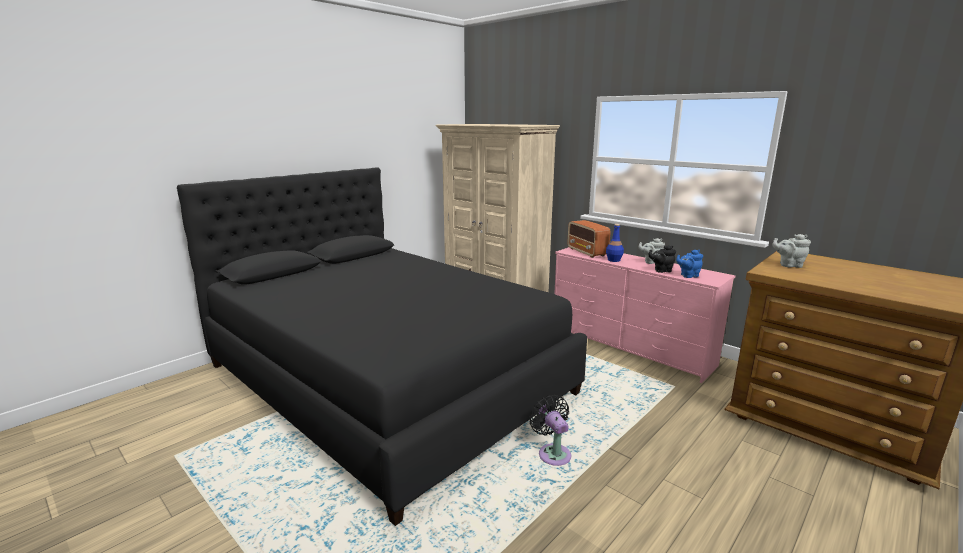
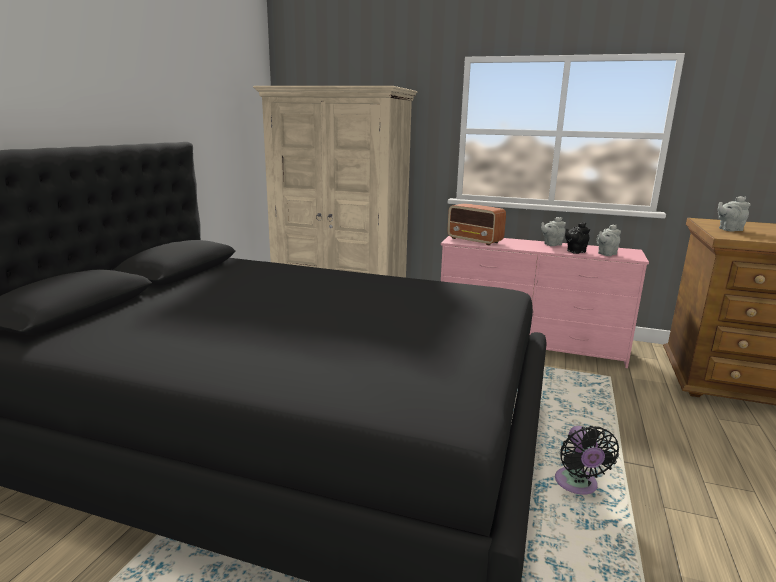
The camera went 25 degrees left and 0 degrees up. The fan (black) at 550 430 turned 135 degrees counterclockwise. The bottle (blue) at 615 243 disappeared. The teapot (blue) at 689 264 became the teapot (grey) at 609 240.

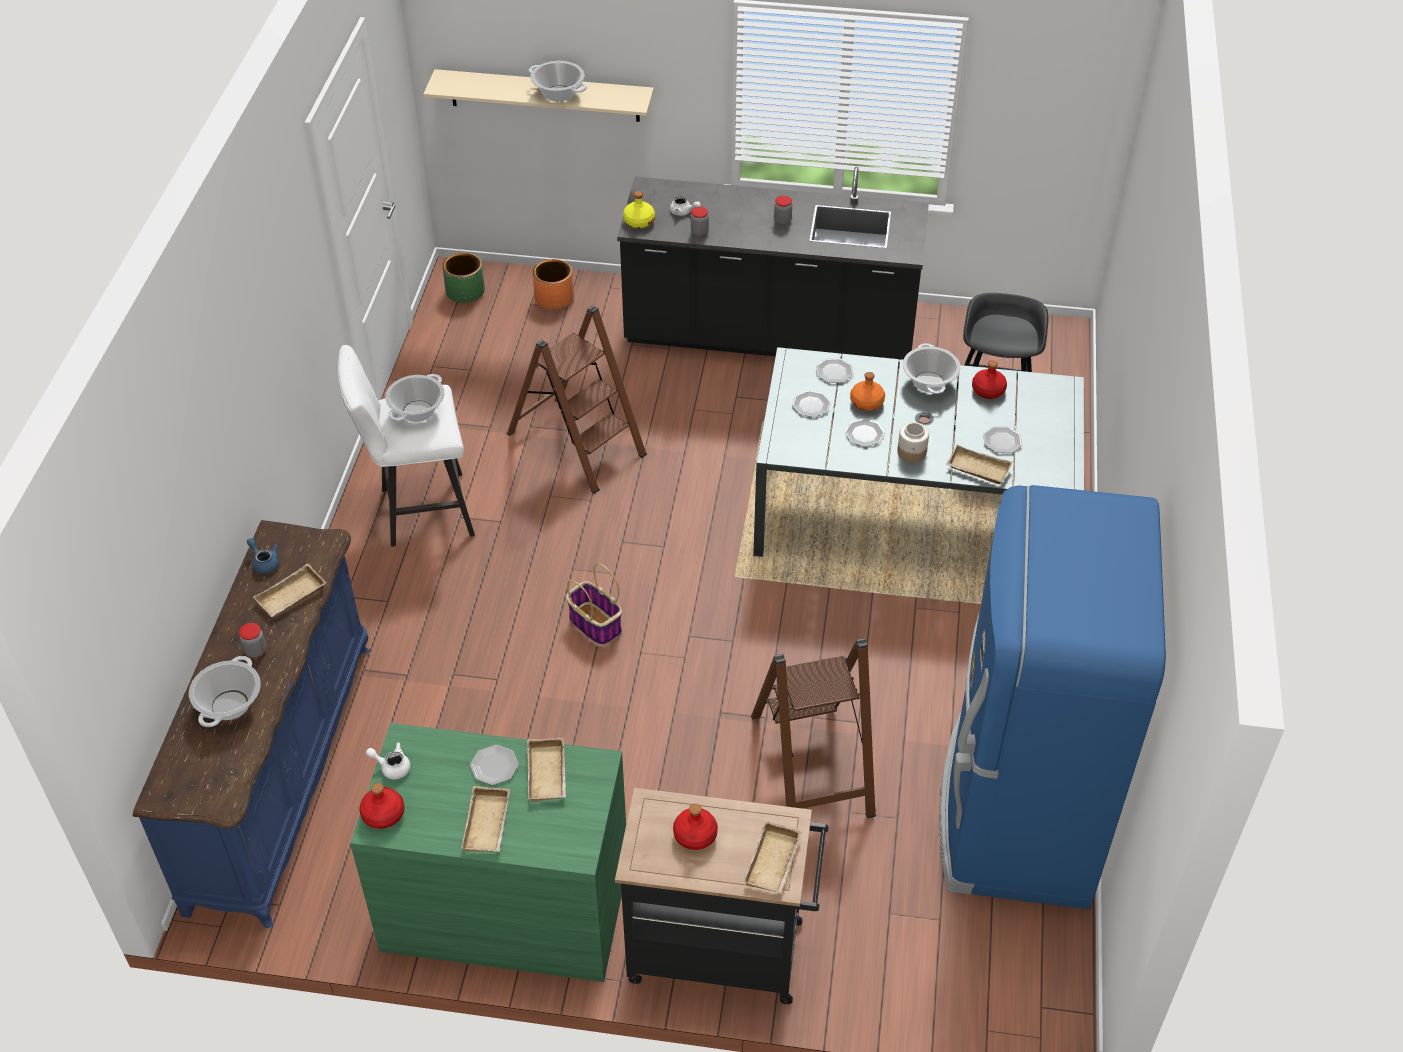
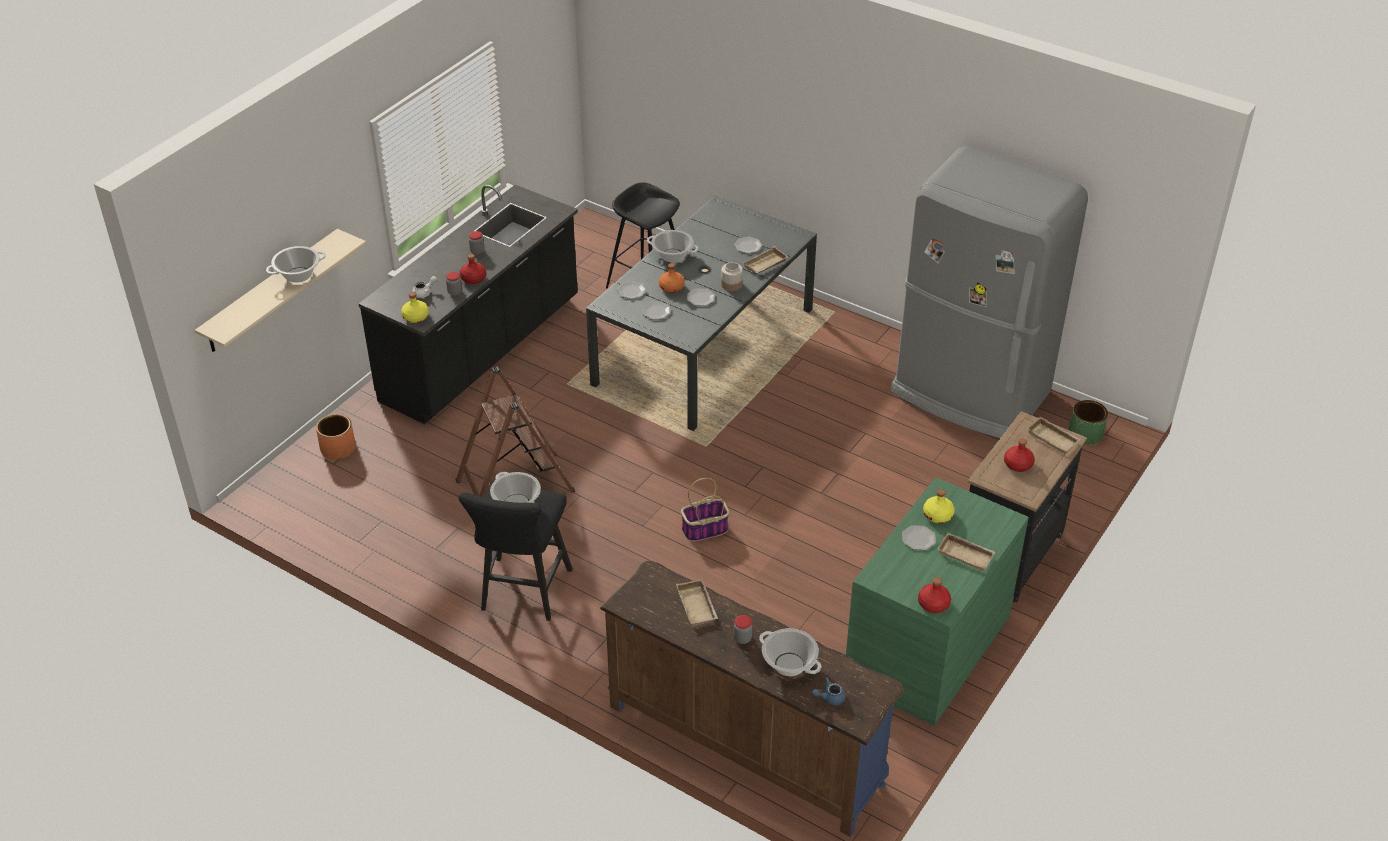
The camera went 65 degrees left and 5 degrees down. The teapot (blue) moved from 263 556 to 829 691. The stool (white) at 406 446 became the stool (black) at 516 552. The teapot (white) at 388 760 disappeared. The planter (green) moved from 463 278 to 1088 422. The tray (beige) at 546 770 was replaced by the bottle (yellow) at 939 506. The step ladder (brown) at 813 728 disappeared. The fridge (blue) at 1052 697 became the fridge (grey) at 989 292. The bottle (red) moved from 989 379 to 473 269.

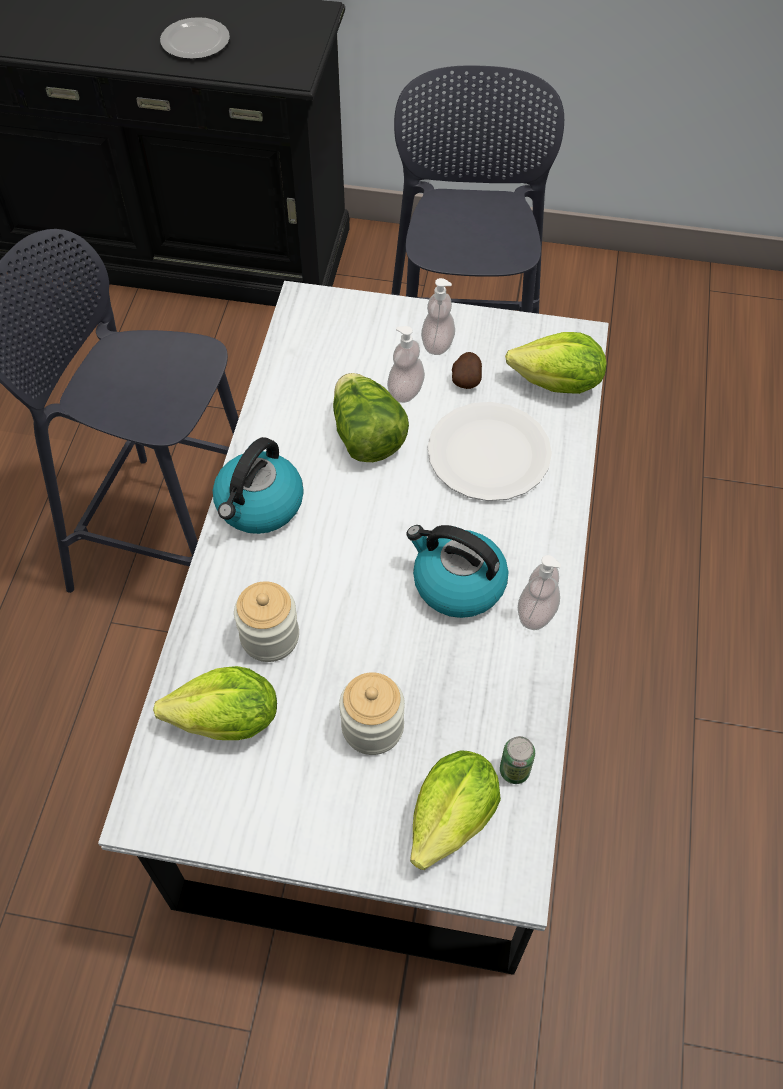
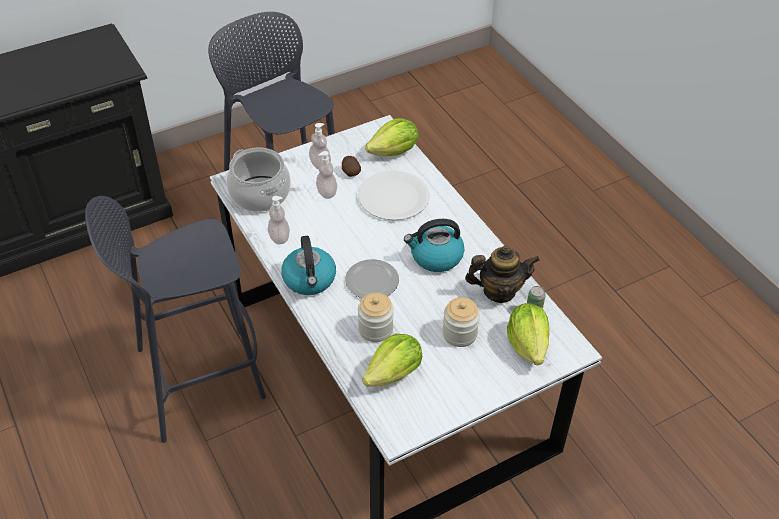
The camera went 40 degrees left and 10 degrees down. The plate moved from 195 38 to 372 278. The lettuce at 371 417 disappeared. The soap dispenser moved from 539 592 to 279 220. The cooking pot at 258 180 appeared. The teapot at 502 274 appeared.

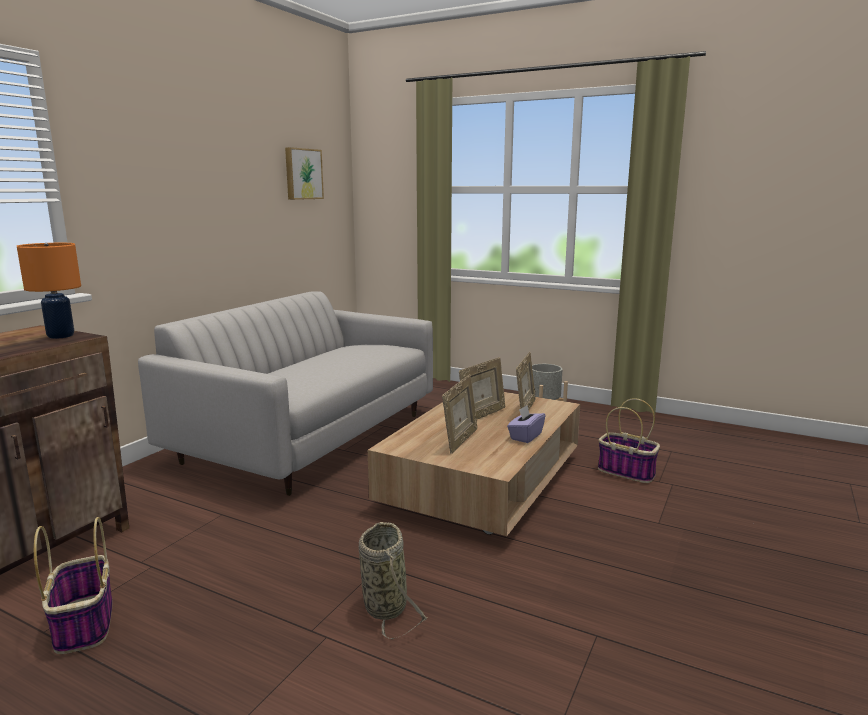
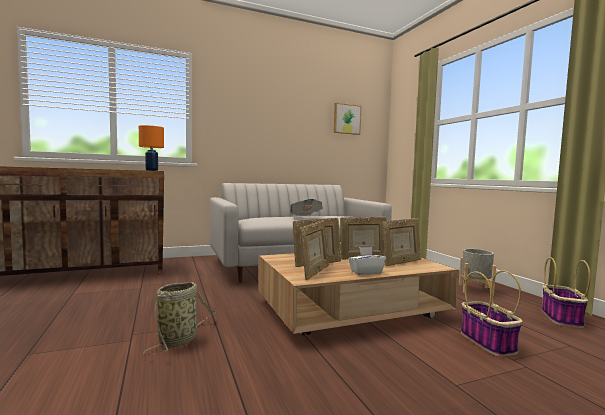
The camera went 40 degrees right and 10 degrees down. The basket moved from 73 585 to 566 292. The tissue box (purple) at 526 424 became the tissue box (white) at 367 261. The newspaper at 306 207 appeared. The picture frame at 314 250 appeared.

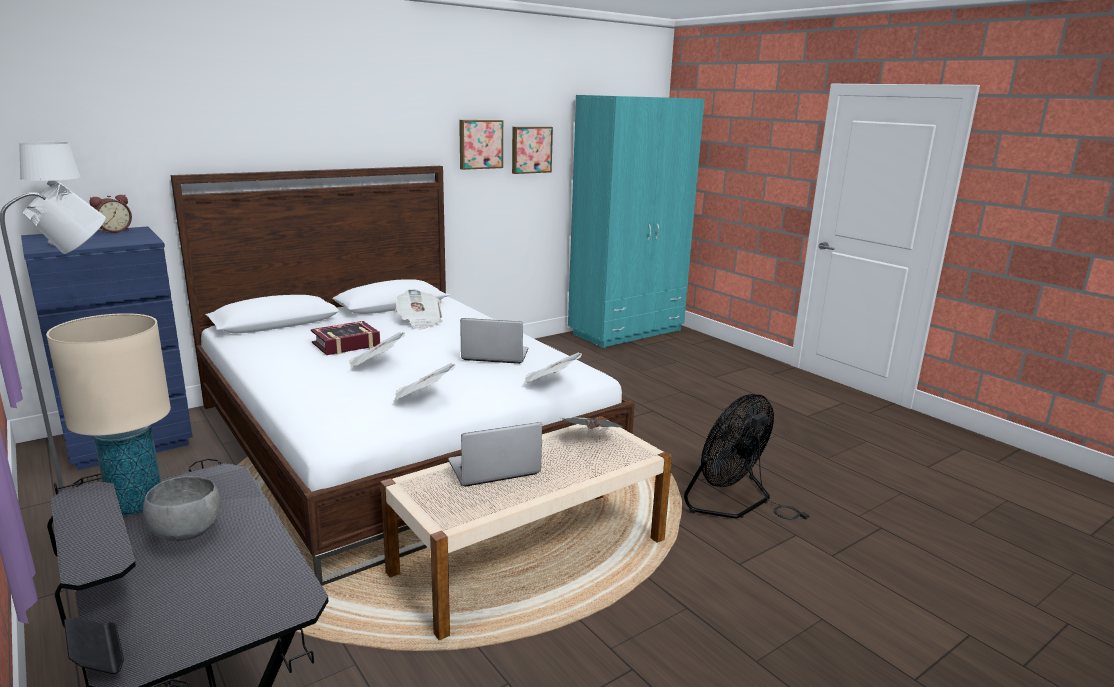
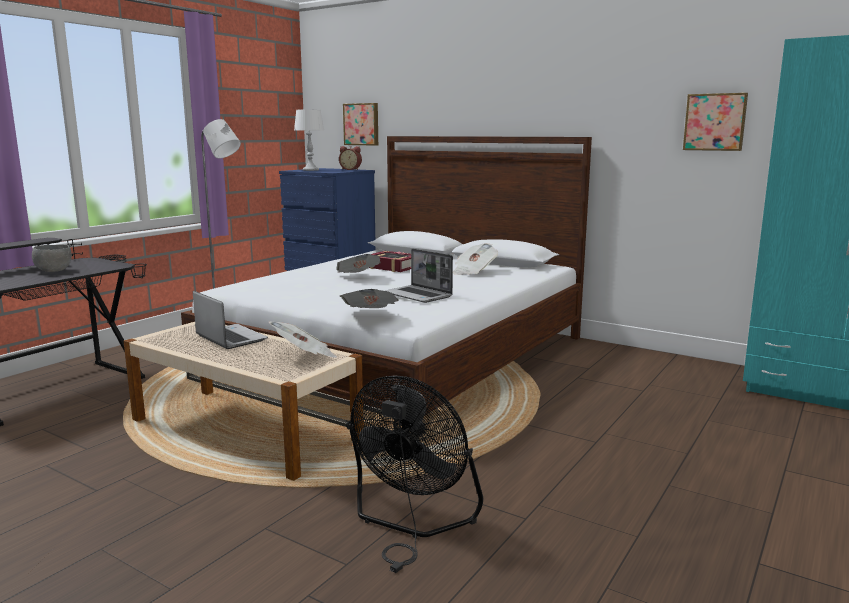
The camera went 70 degrees right and 5 degrees down. The table lamp (beige) at 108 414 disappeared. The newspaper at 424 382 disappeared. The picture moved from 481 145 to 360 124. The laptop at 494 341 turned 150 degrees clockwise.

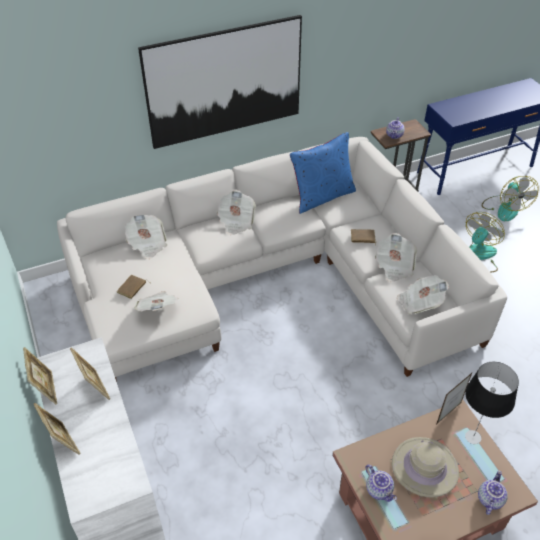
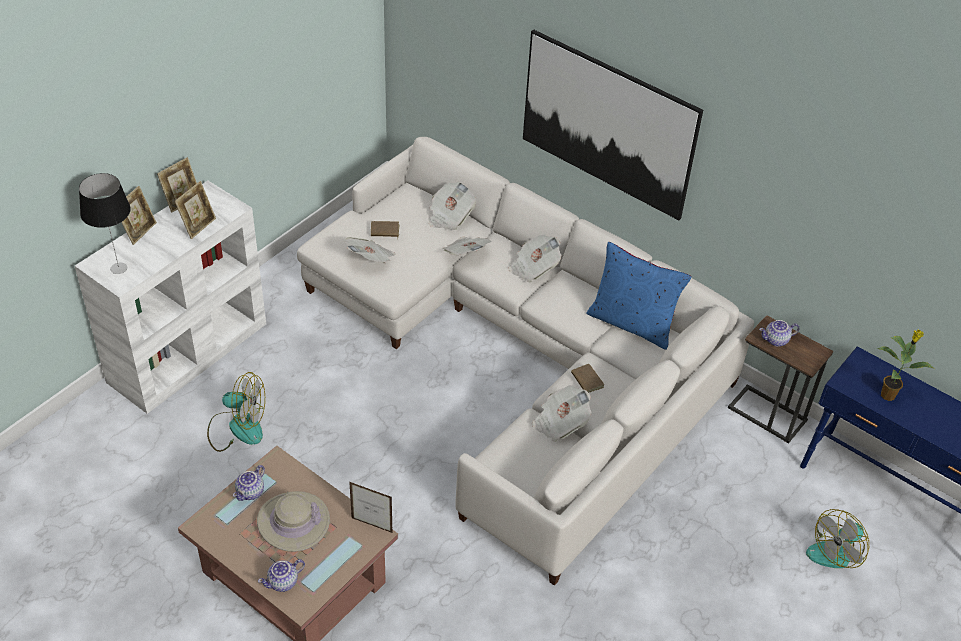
The camera went 60 degrees right and 0 degrees up. The newspaper moved from 422 295 to 466 246. The table lamp moved from 492 403 to 105 223. The fan moved from 485 242 to 236 412. The teapot at 493 492 turned 150 degrees clockwise. The potted plant at 905 365 appeared.

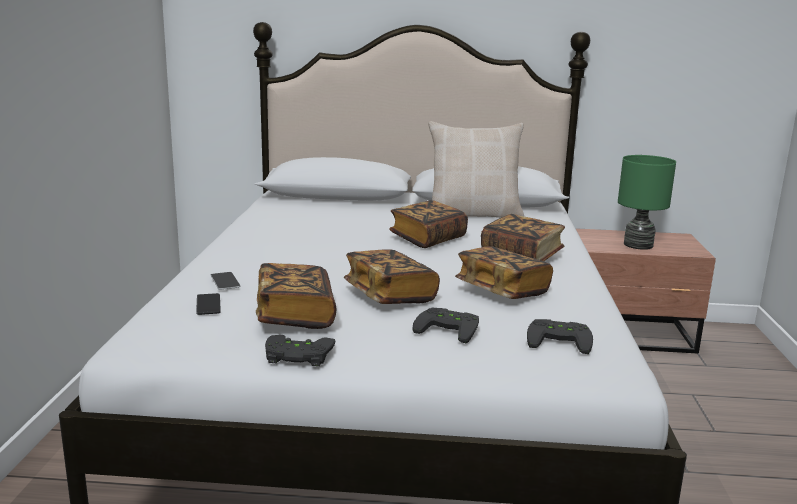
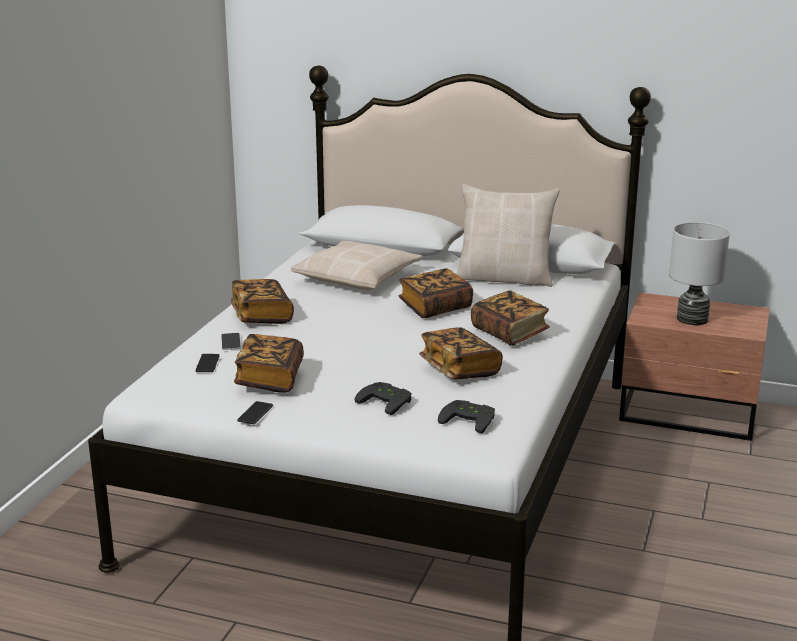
The camera went 15 degrees right and 5 degrees up. The game controller (black) at 300 350 was replaced by the phone at 255 412. The book moved from 392 276 to 262 301. The table lamp (green) at 647 202 became the table lamp (grey) at 699 273. The pillow (beige) at 357 265 appeared.

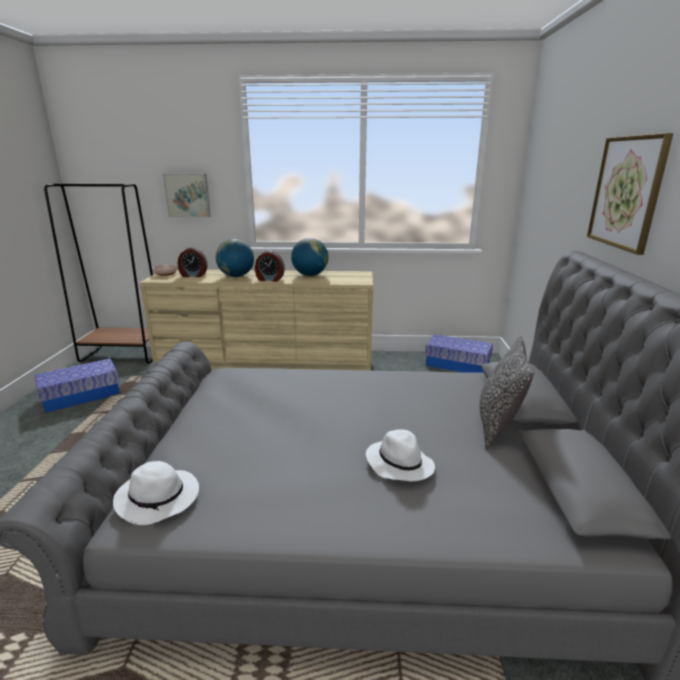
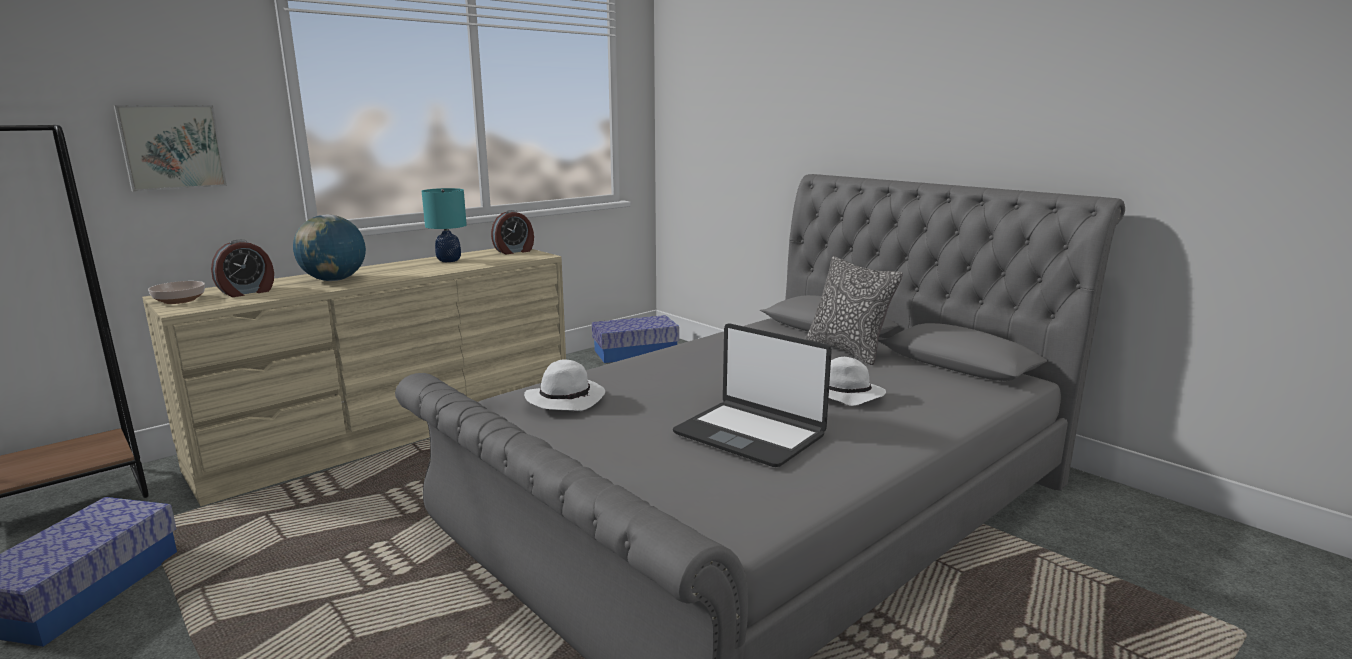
The camera went 45 degrees left and 5 degrees down. The hat (white) moved from 156 493 to 564 385. The alarm clock moved from 270 266 to 512 232. The globe at 310 257 was replaced by the table lamp (turquoise) at 444 225. The picture at 630 194 disappeared. The laptop at 752 395 appeared.

